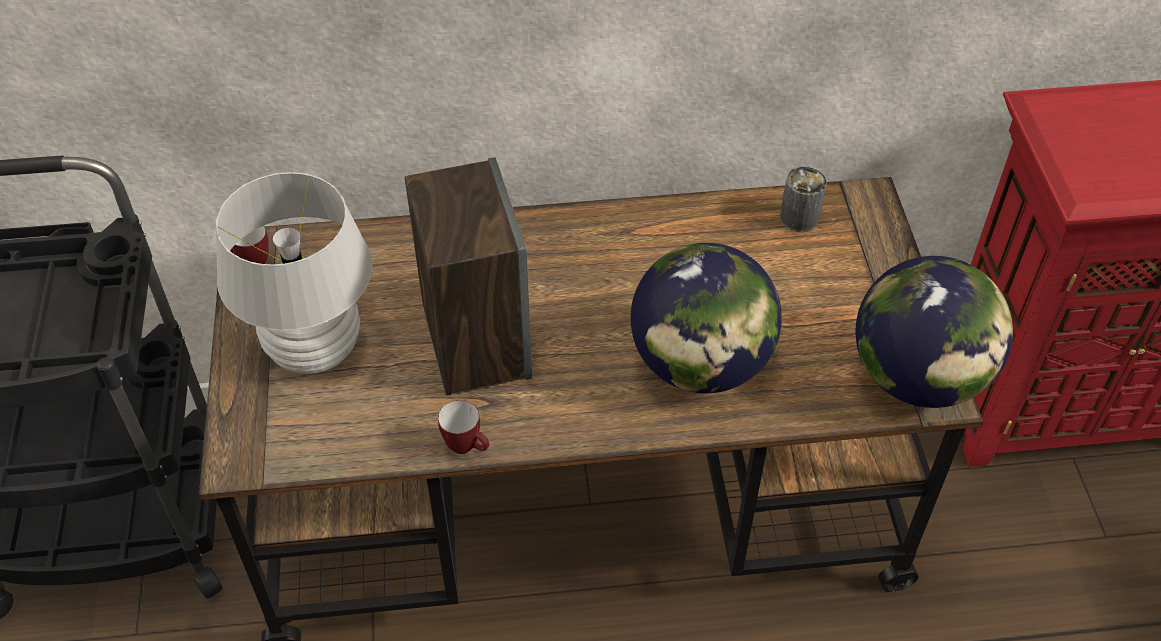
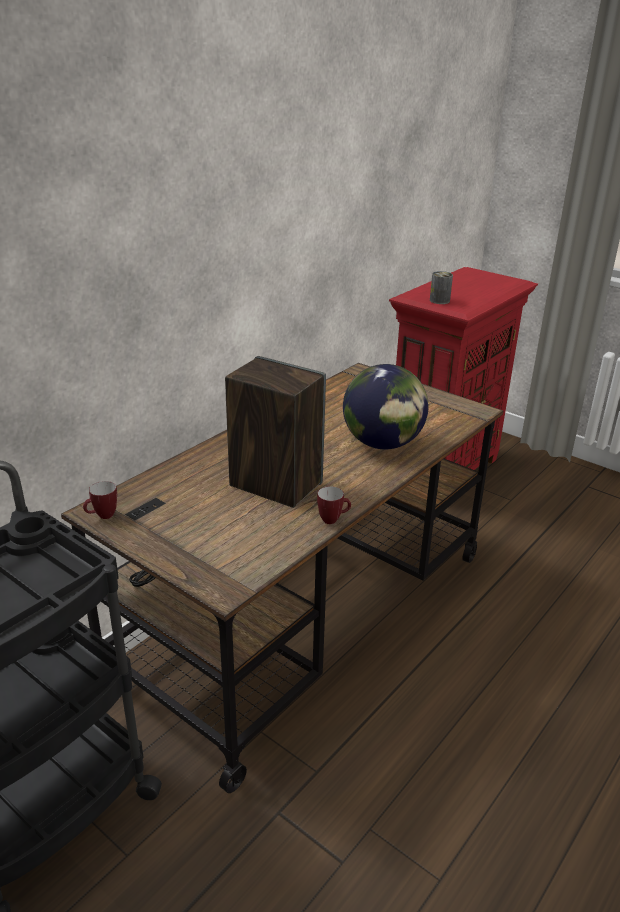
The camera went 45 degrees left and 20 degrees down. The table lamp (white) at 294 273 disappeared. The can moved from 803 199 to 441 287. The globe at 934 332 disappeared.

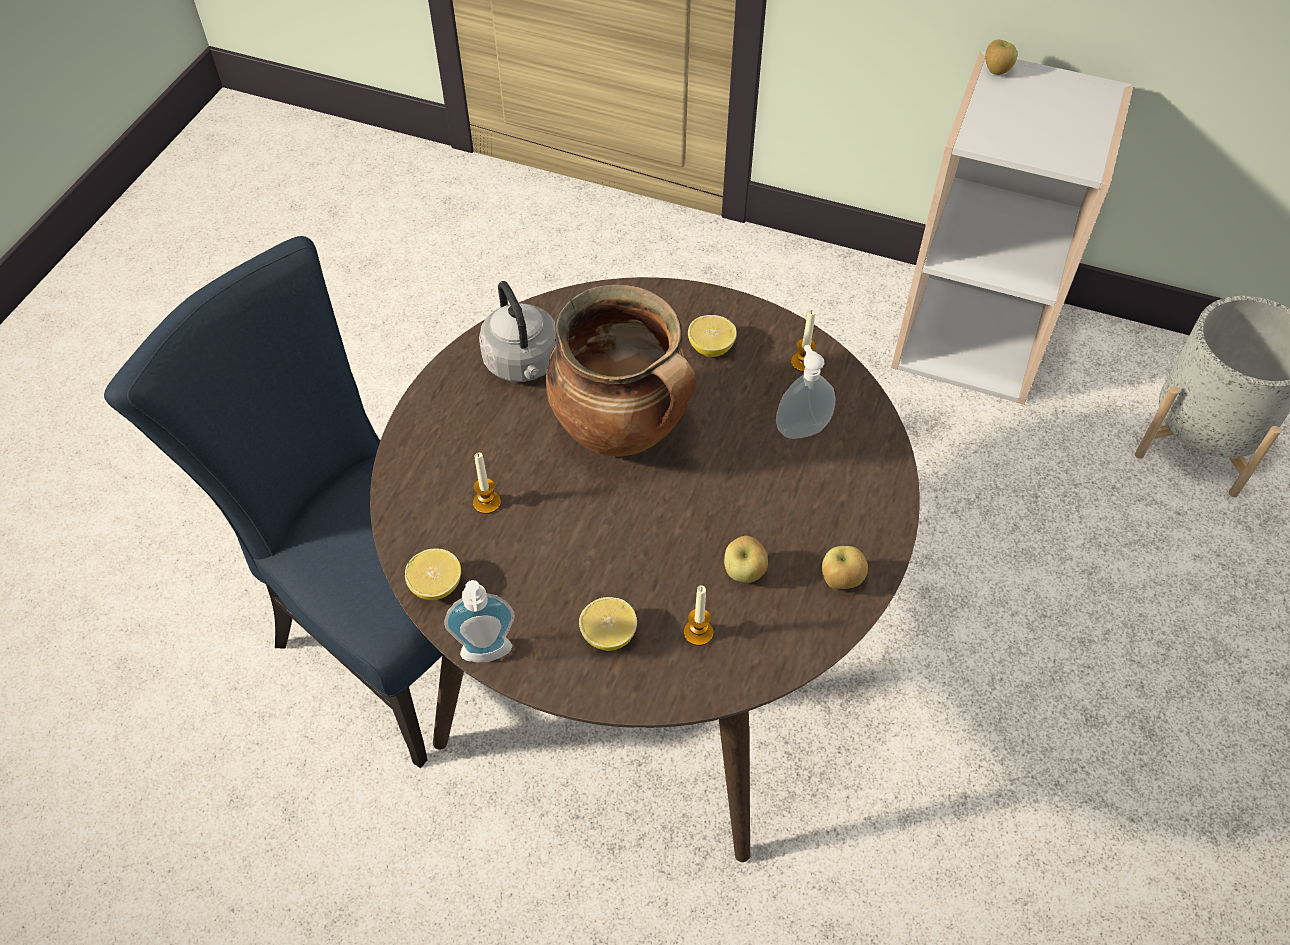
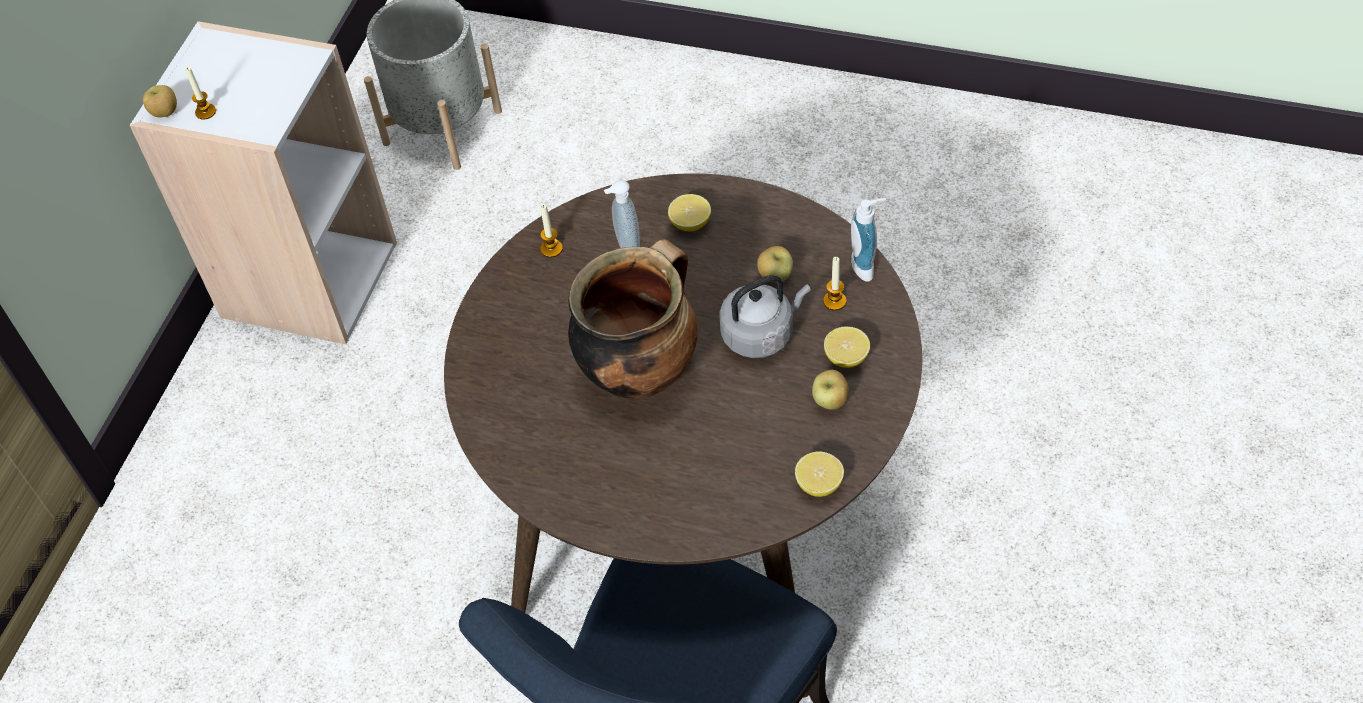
The camera went 90 degrees left and 0 degrees up. The soap dispenser moved from 479 621 to 868 239. The candle moved from 487 483 to 200 93. The kettle (grey) moved from 517 331 to 765 316. The lemon moved from 712 336 to 689 212. The apple moved from 845 567 to 830 390.

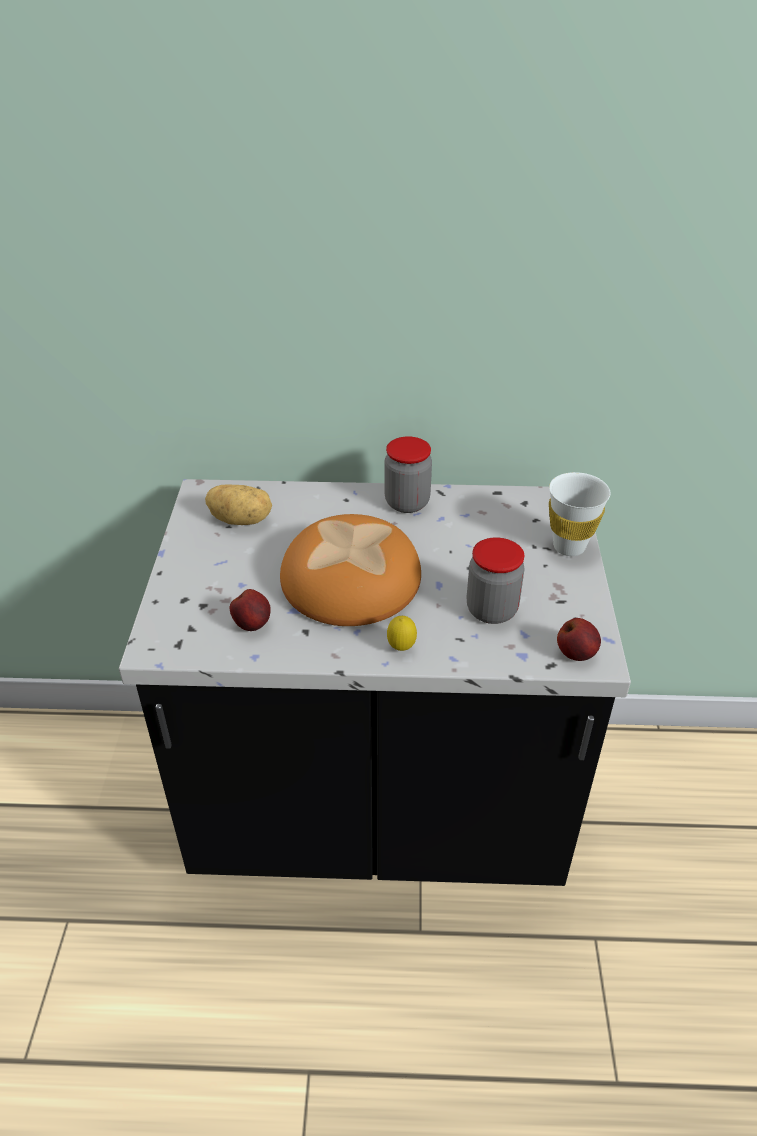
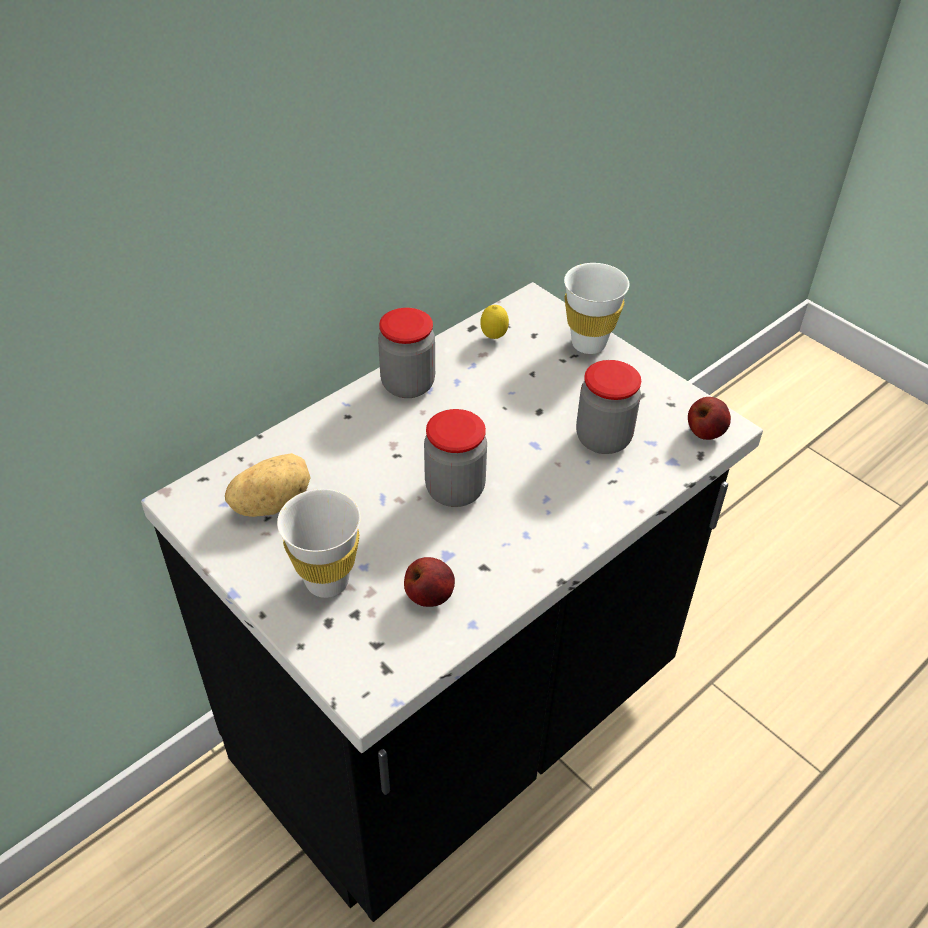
The camera went 45 degrees left and 5 degrees up. The bread at 350 570 was replaced by the jar at 455 458. The lemon moved from 402 633 to 494 322. The cup (white) at 319 543 appeared.

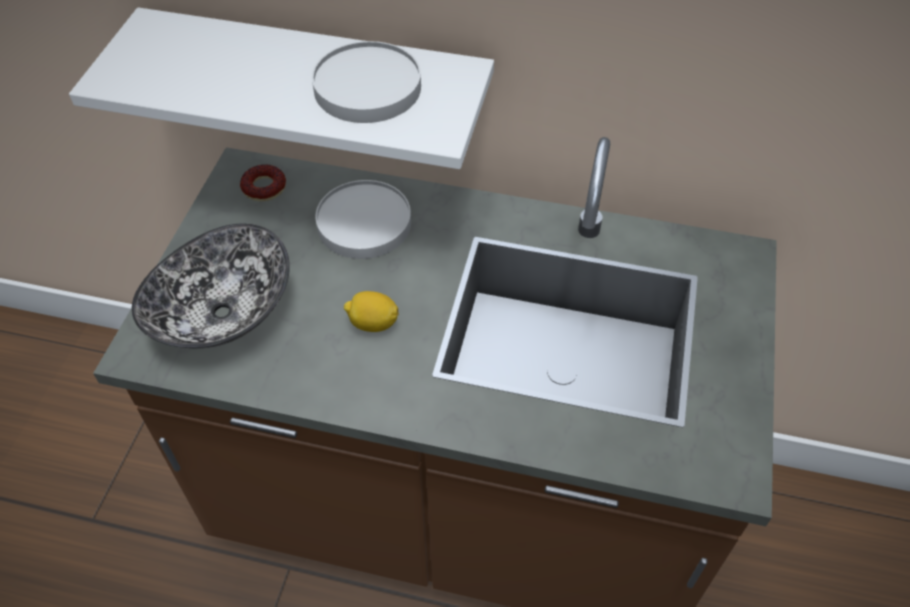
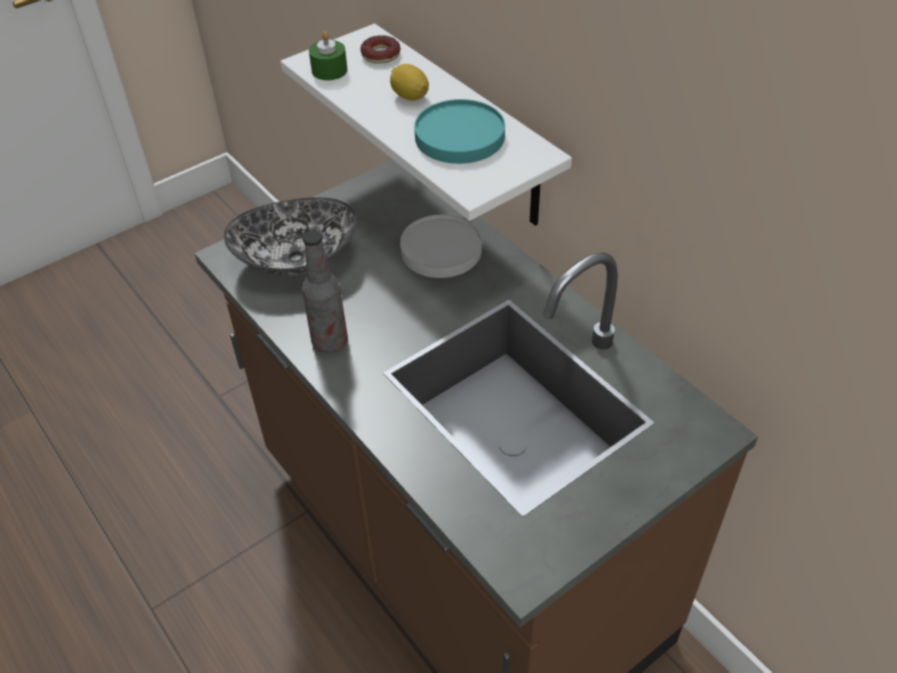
The camera went 40 degrees right and 5 degrees down. The donut moved from 263 182 to 380 49. The plate (white) at 366 82 became the plate (turquoise) at 459 131. The lemon moved from 371 311 to 409 82. The bottle at 325 292 appeared. The candle (green) at 328 55 appeared.

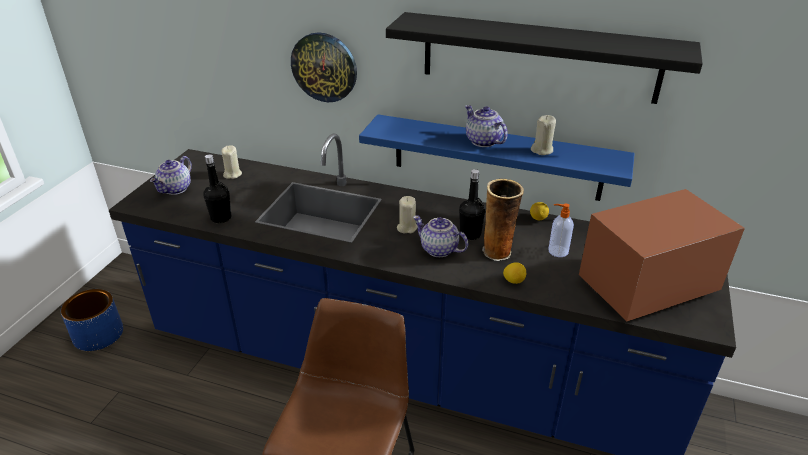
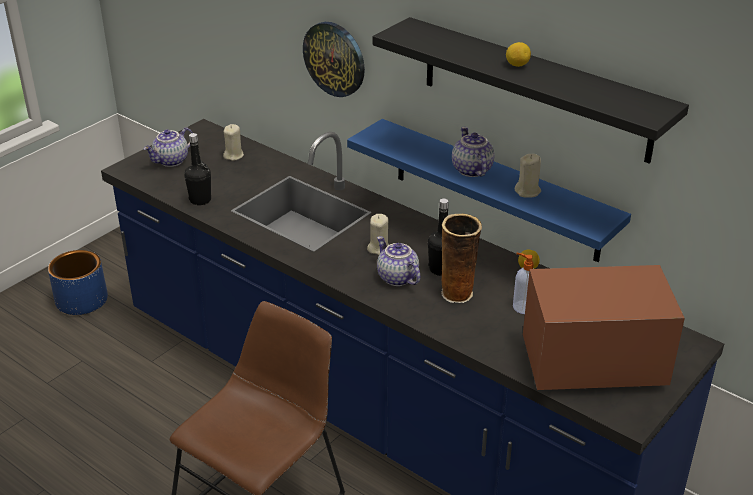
The camera went 20 degrees right and 0 degrees up. The lemon moved from 514 273 to 518 54.

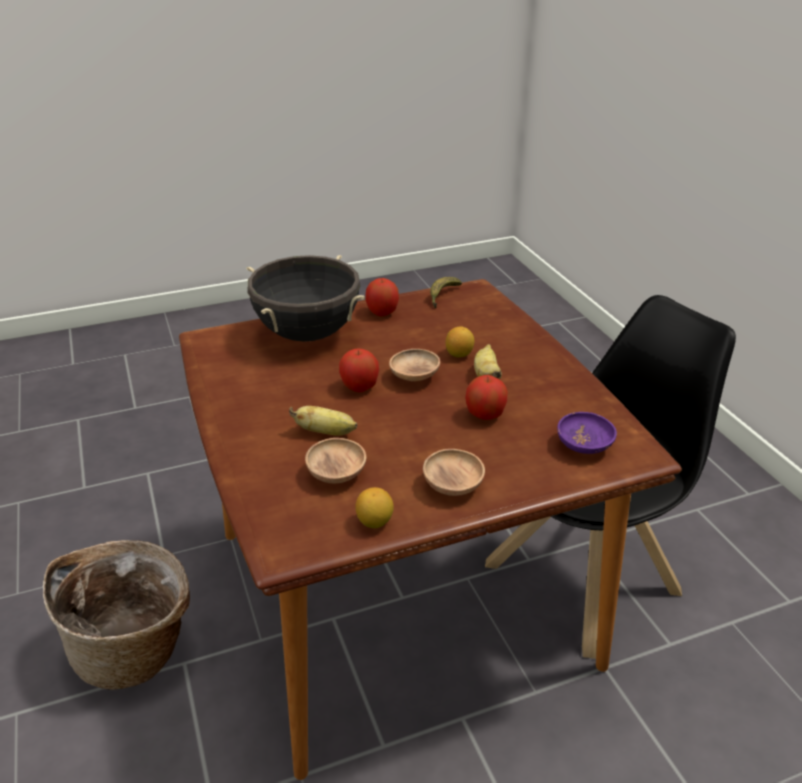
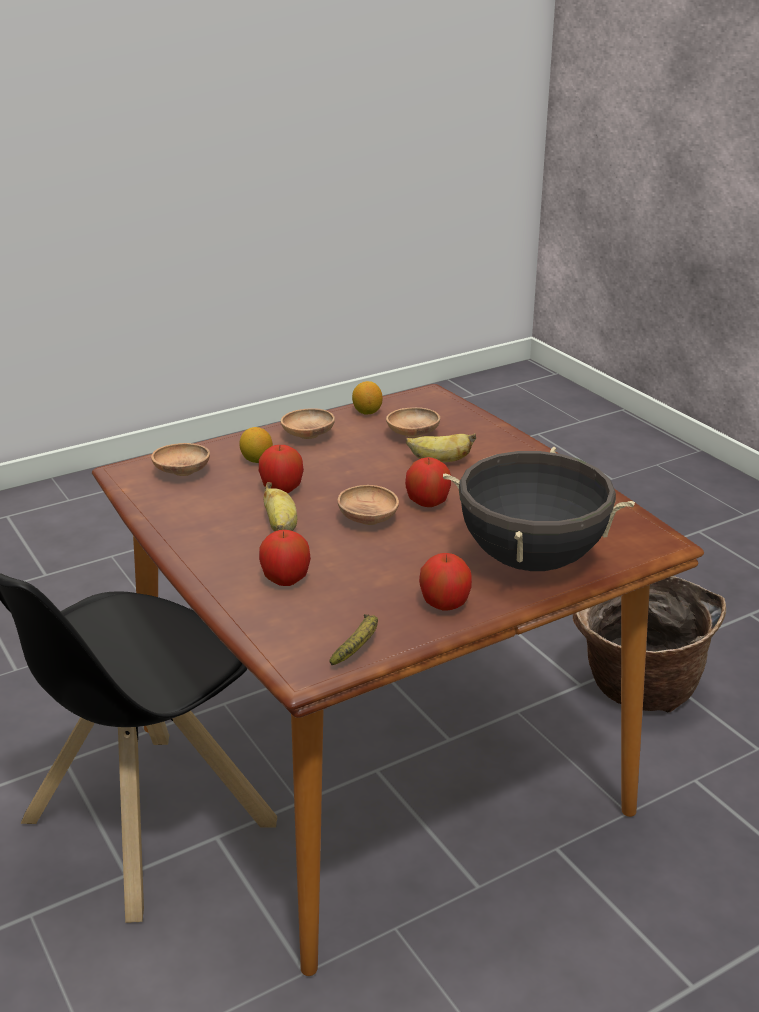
The camera went 170 degrees right and 5 degrees down. The lemon moved from 460 341 to 256 445. The bowl (purple) at 587 433 became the bowl (brown) at 180 459. The apple at 285 558 appeared.

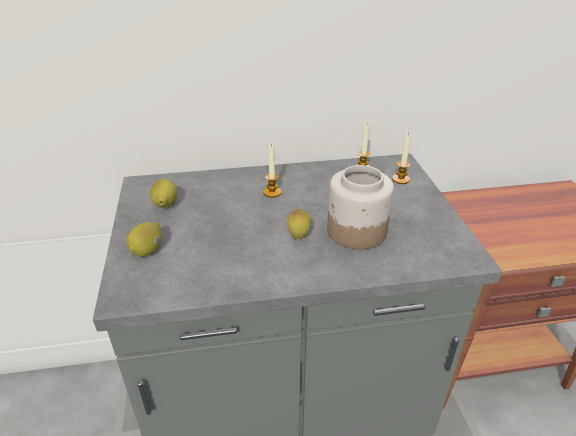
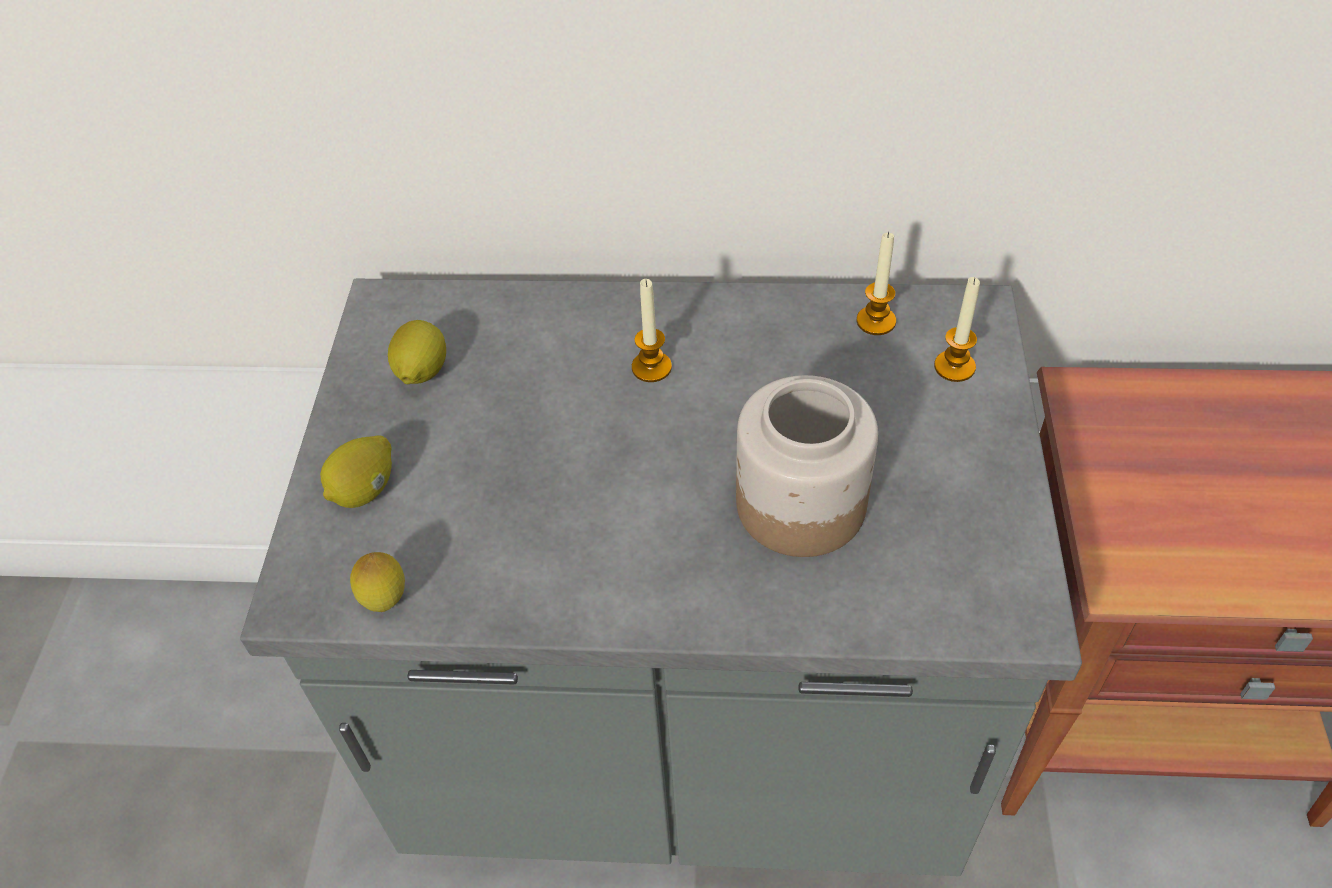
The camera went 15 degrees right and 15 degrees up. The lemon moved from 299 223 to 377 582.

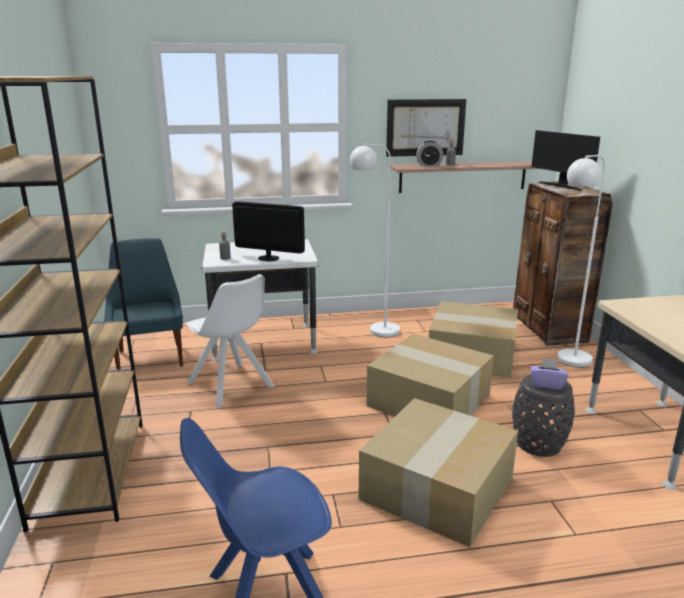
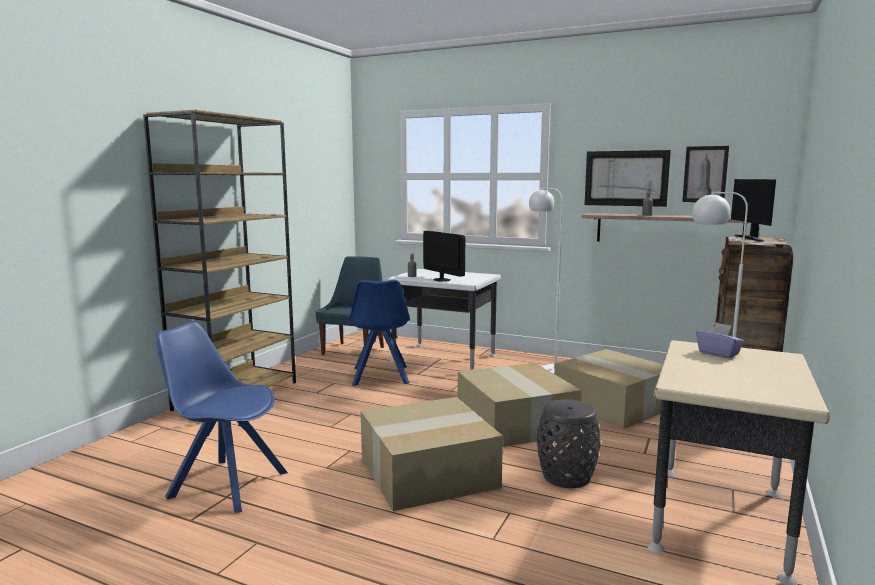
The camera went 35 degrees right and 10 degrees down. The chair (white) at 230 341 became the chair (blue) at 379 333. The alarm clock at 429 153 disappeared. The tissue box (purple) moved from 549 374 to 720 340. The picture at 705 174 appeared.

